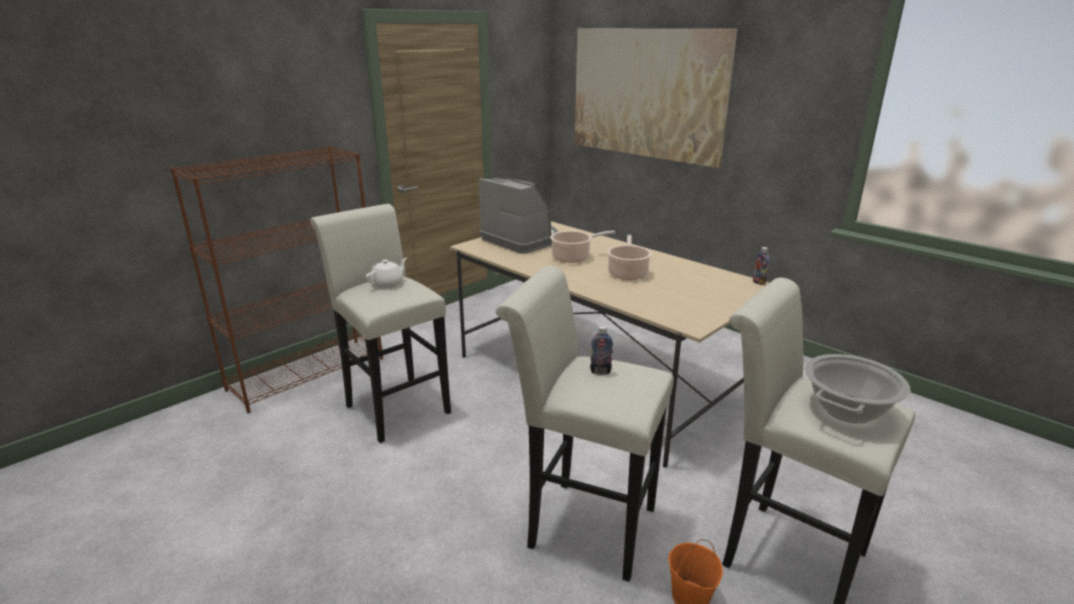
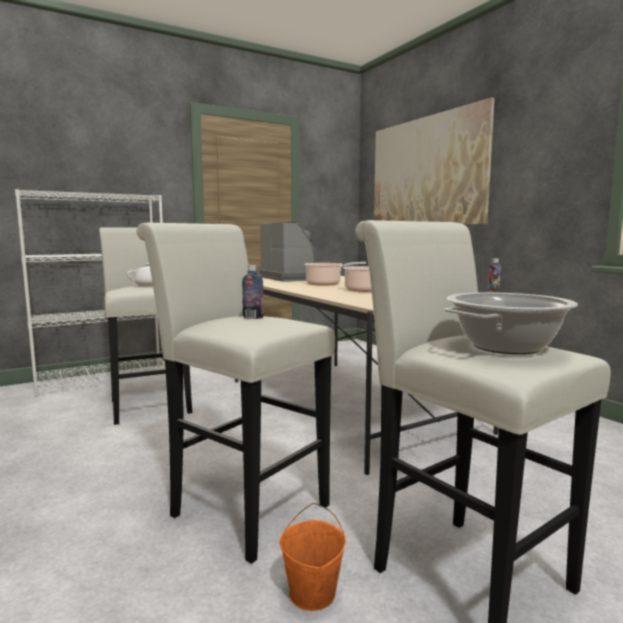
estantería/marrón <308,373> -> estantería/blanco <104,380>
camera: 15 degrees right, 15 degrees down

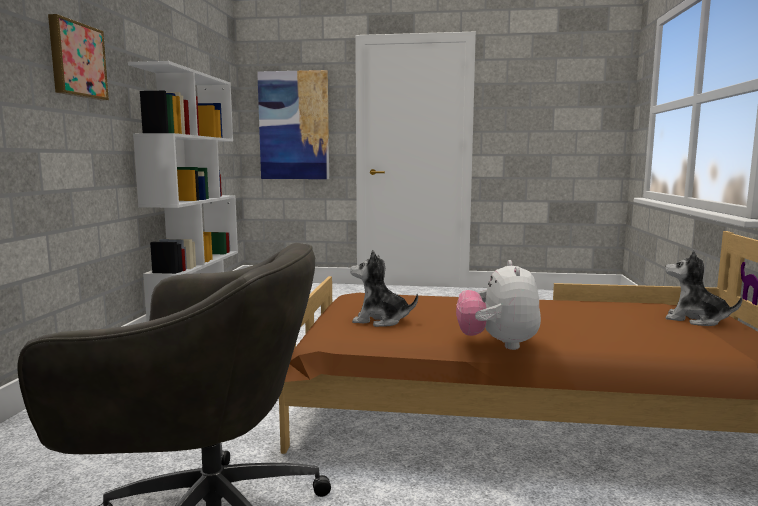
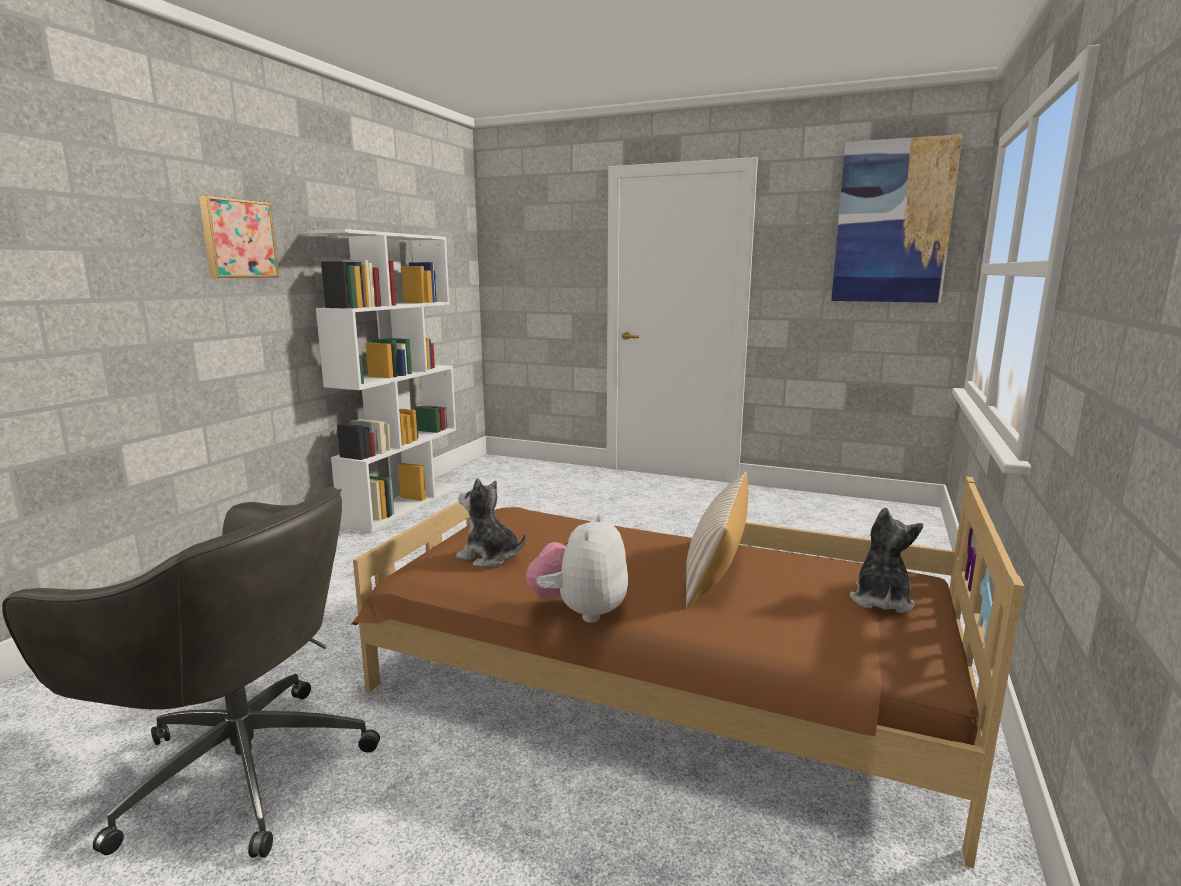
cuadro <294,126> -> cuadro <892,222>, moved
peluche <695,320> -> peluche <880,600>, 60 degrees clockwise
none -> cojín/beis <716,569>
camera: 15 degrees right, 5 degrees up

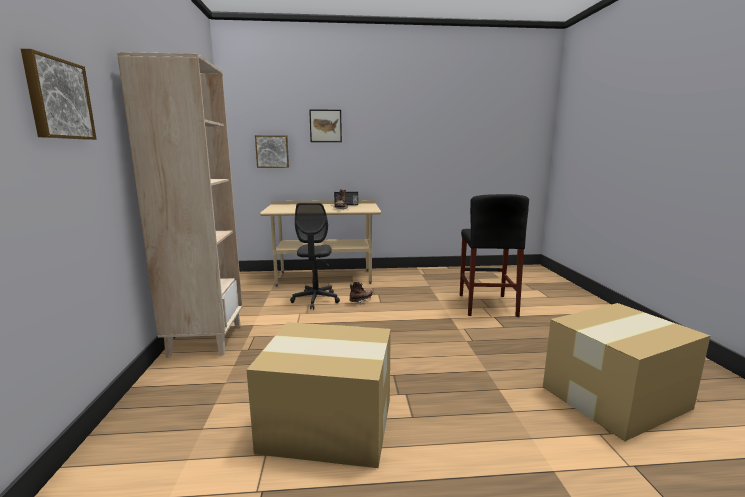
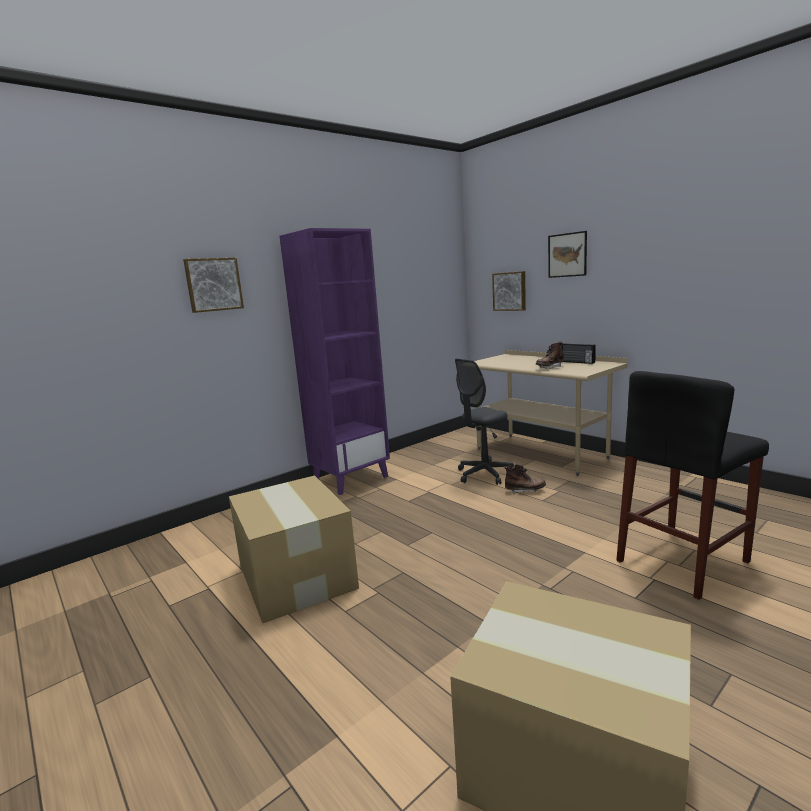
estantería/beis <205,340> -> estantería/morado <351,479>
camera: 55 degrees right, 0 degrees up

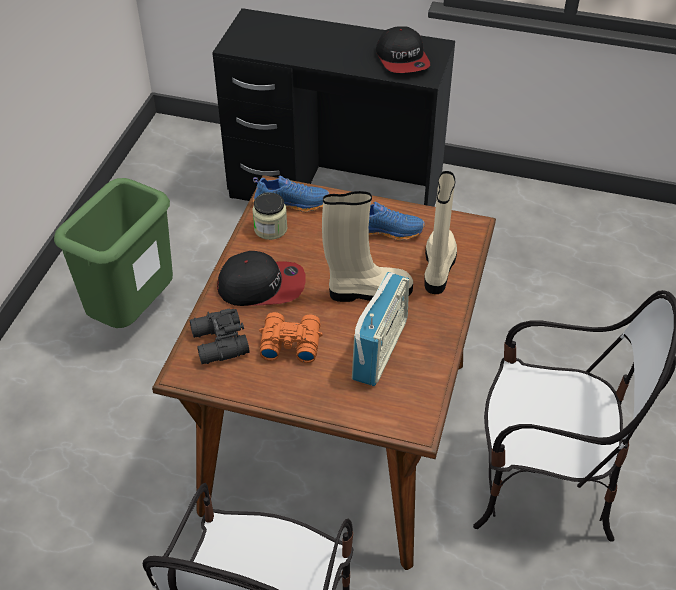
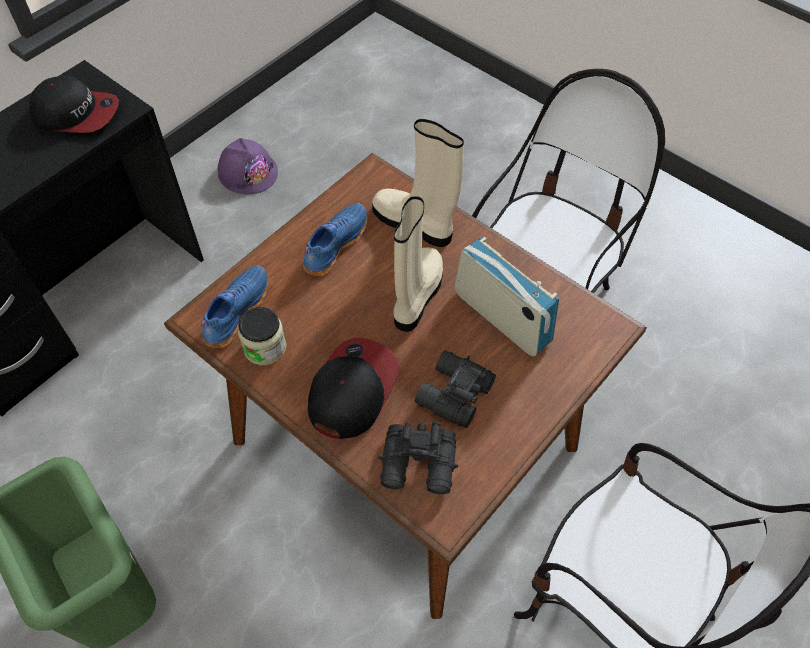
prismáticos/naranja <289,342> -> prismáticos/negro <452,394>
none -> casco/morado <248,172>
camera: 65 degrees left, 10 degrees up

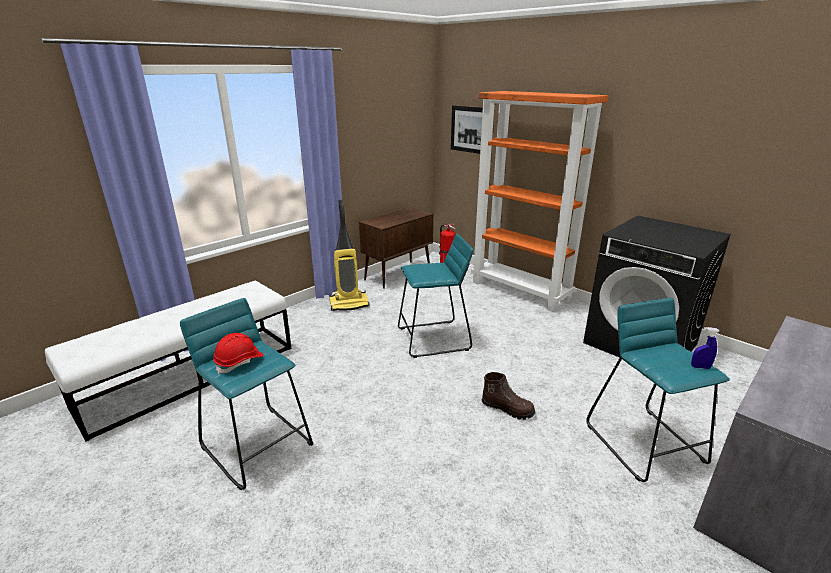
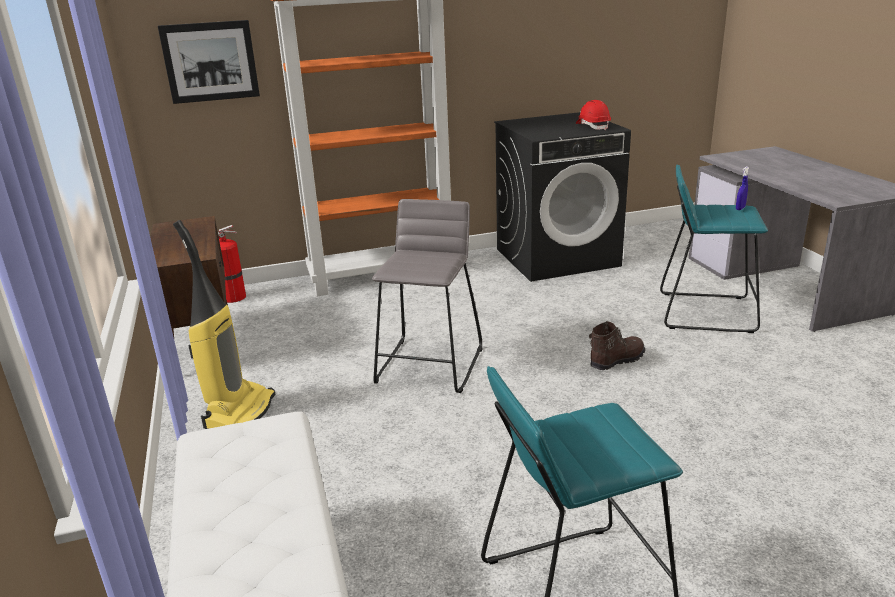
casco/rojo <239,362> -> casco/rojo <593,126>, moved
taburete/turquesa <433,339> -> taburete/gris <430,365>
camera: 60 degrees left, 0 degrees up

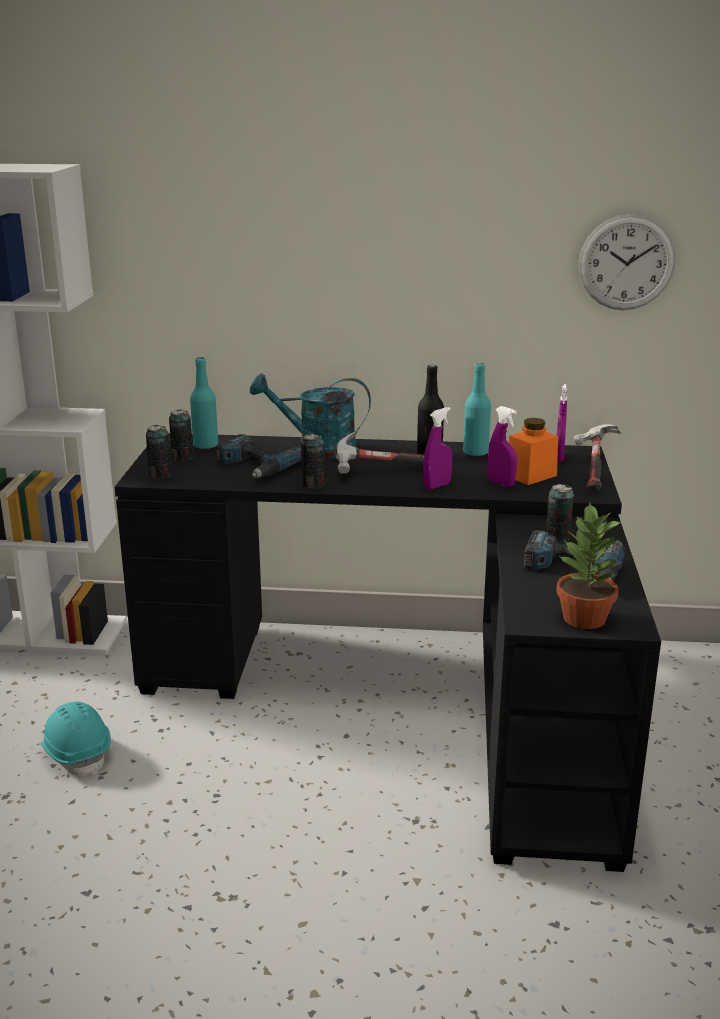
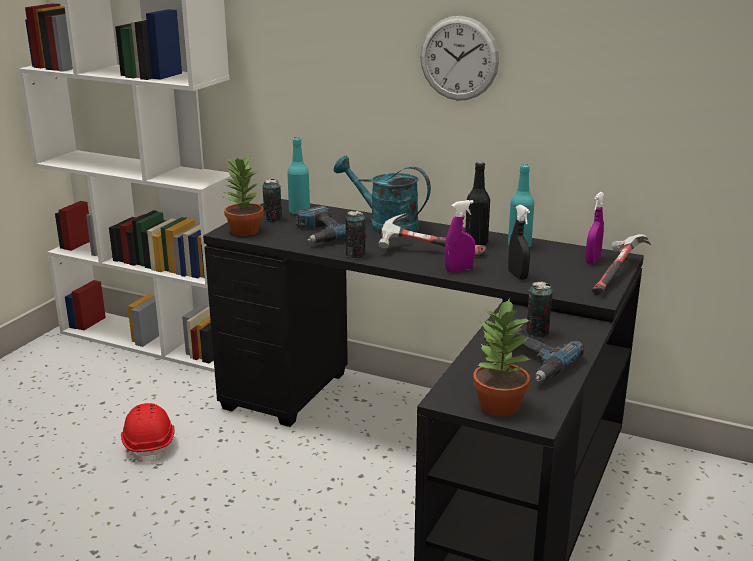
casco/turquesa <77,753> -> casco/rojo <150,445>
lata <160,475> -> planta en maceta <244,231>
pulverizador/morado <501,483> -> pulverizador/negro <517,275>
tarro/naranja <530,475> -> none
reloj de pared <626,262> -> reloj de pared <459,58>, moved
camera: 20 degrees right, 0 degrees up

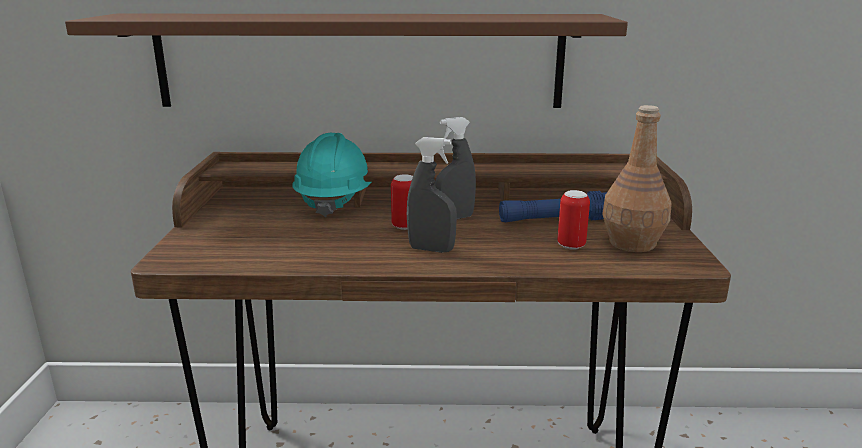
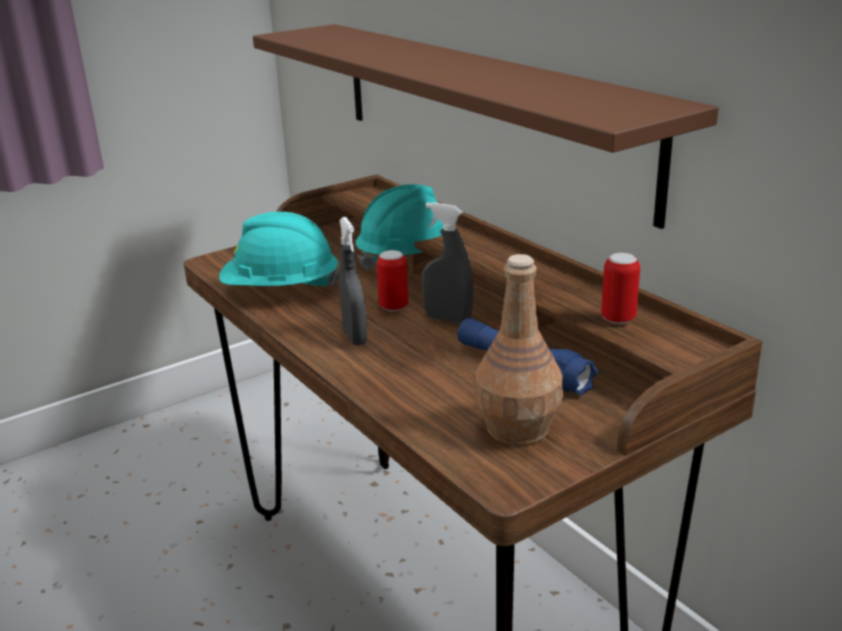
lata <571,245> -> lata <618,319>, moved
none -> casco/turquesa <281,290>
camera: 55 degrees right, 5 degrees up

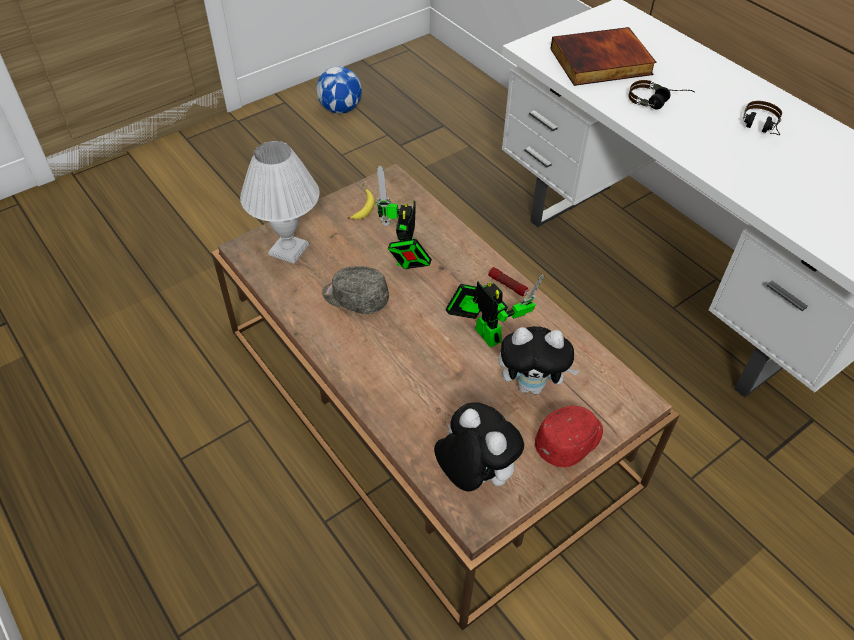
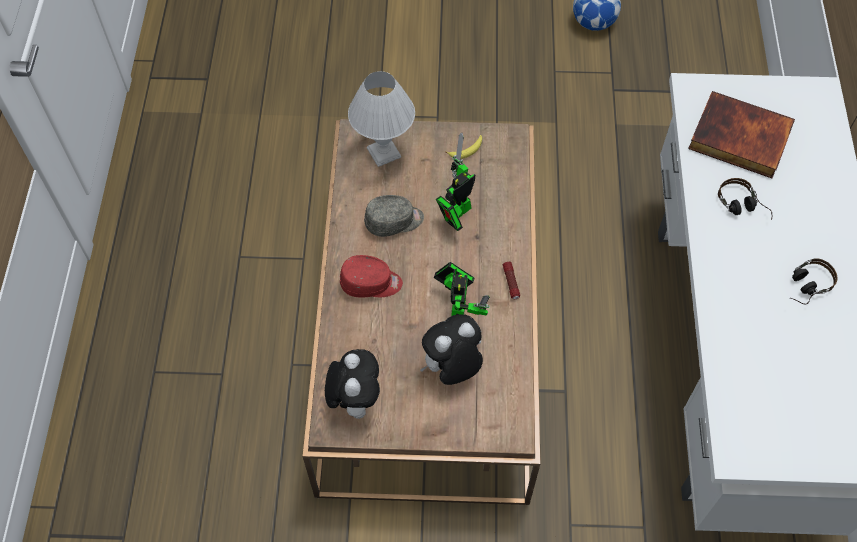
gorra/gris <355,298> -> gorra/gris <394,221>, 105 degrees clockwise
peluche <532,385> -> peluche <452,368>, 105 degrees clockwise
gorra/rojo <570,441> -> gorra/rojo <371,283>, moved
camera: 40 degrees right, 10 degrees up

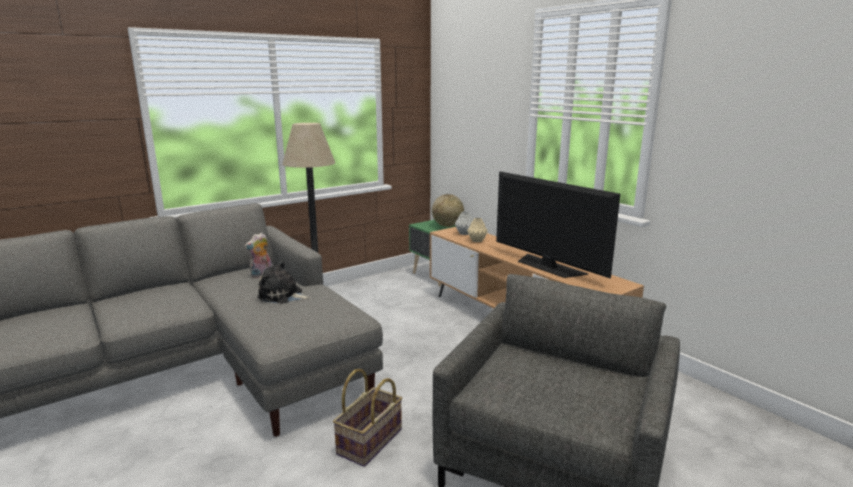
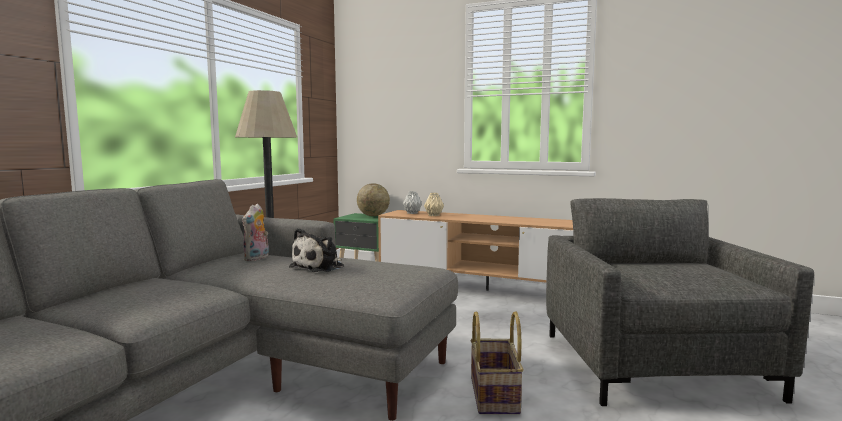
peluche <282,296> -> peluche <320,267>, 45 degrees counterclockwise
televisor <548,266> -> none
camera: 30 degrees left, 10 degrees down

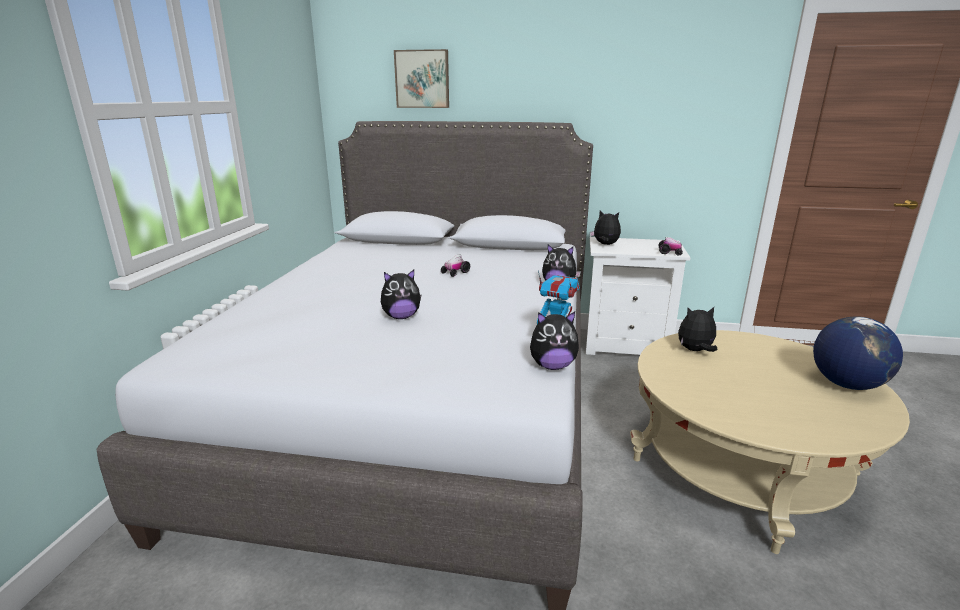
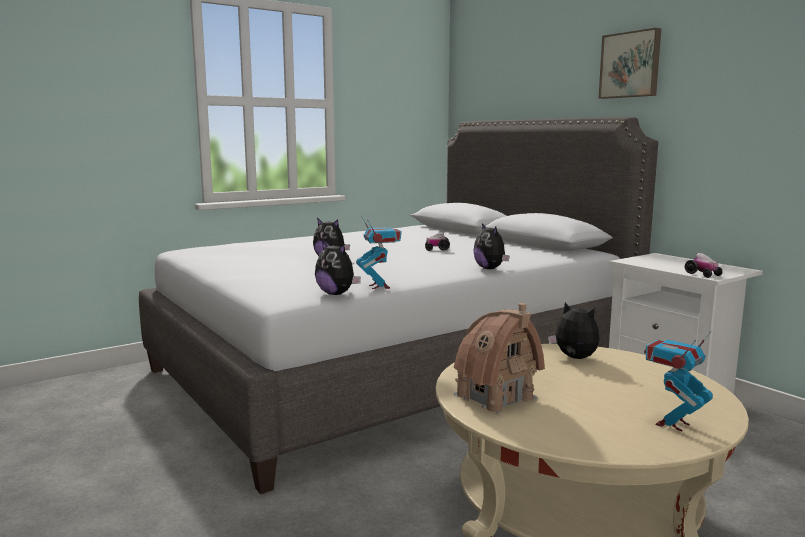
cuadro <422,79> -> cuadro <630,65>, moved
peluche <605,244> -> none
globo terráqueo <846,384> -> robot de juguete <672,424>
none -> casita <495,397>
camera: 45 degrees right, 10 degrees down

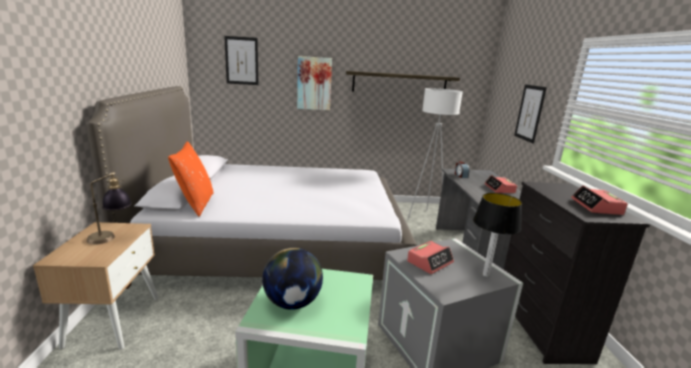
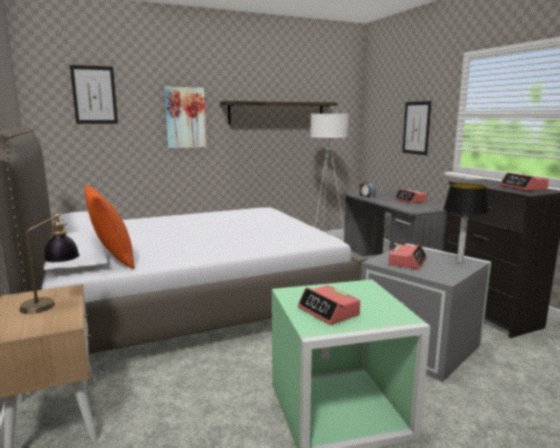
globo terráqueo <292,303> -> despertador <328,311>
camera: 20 degrees left, 5 degrees down

